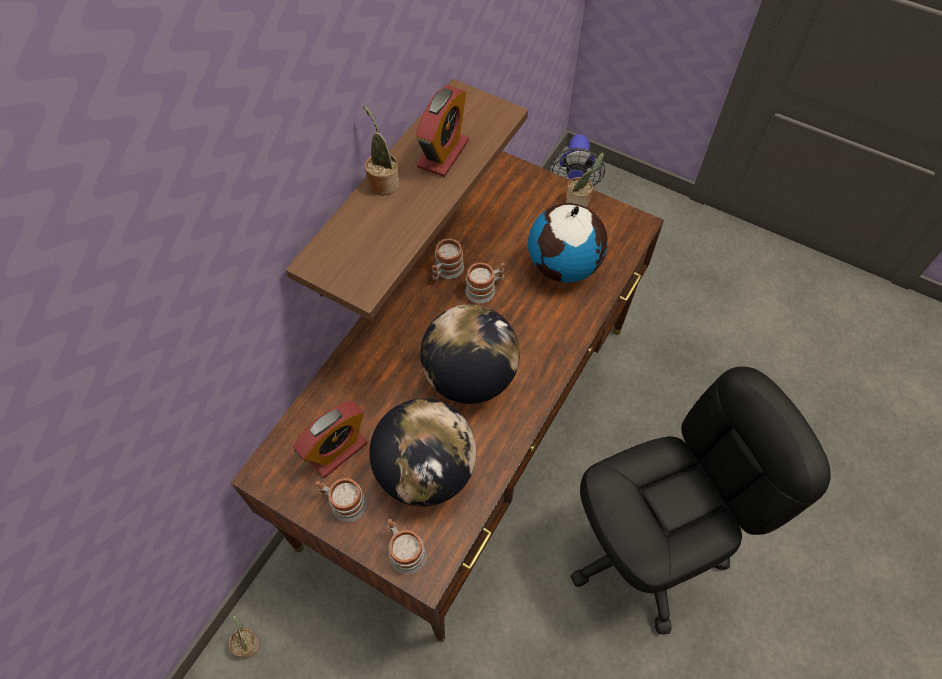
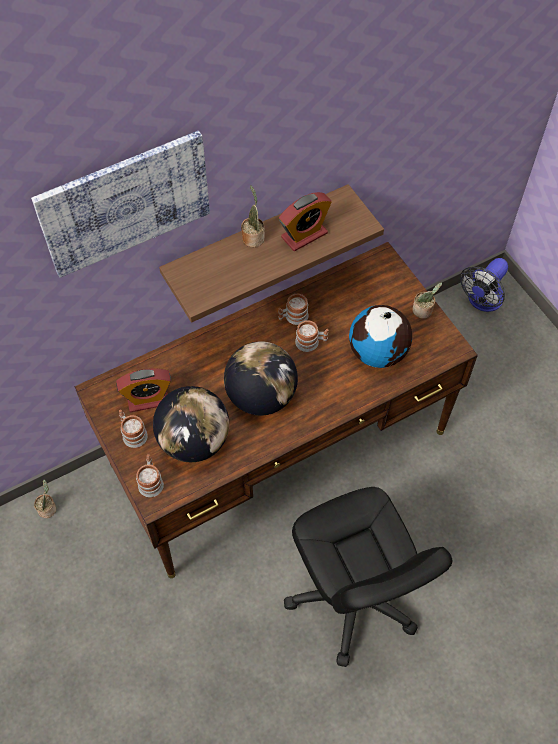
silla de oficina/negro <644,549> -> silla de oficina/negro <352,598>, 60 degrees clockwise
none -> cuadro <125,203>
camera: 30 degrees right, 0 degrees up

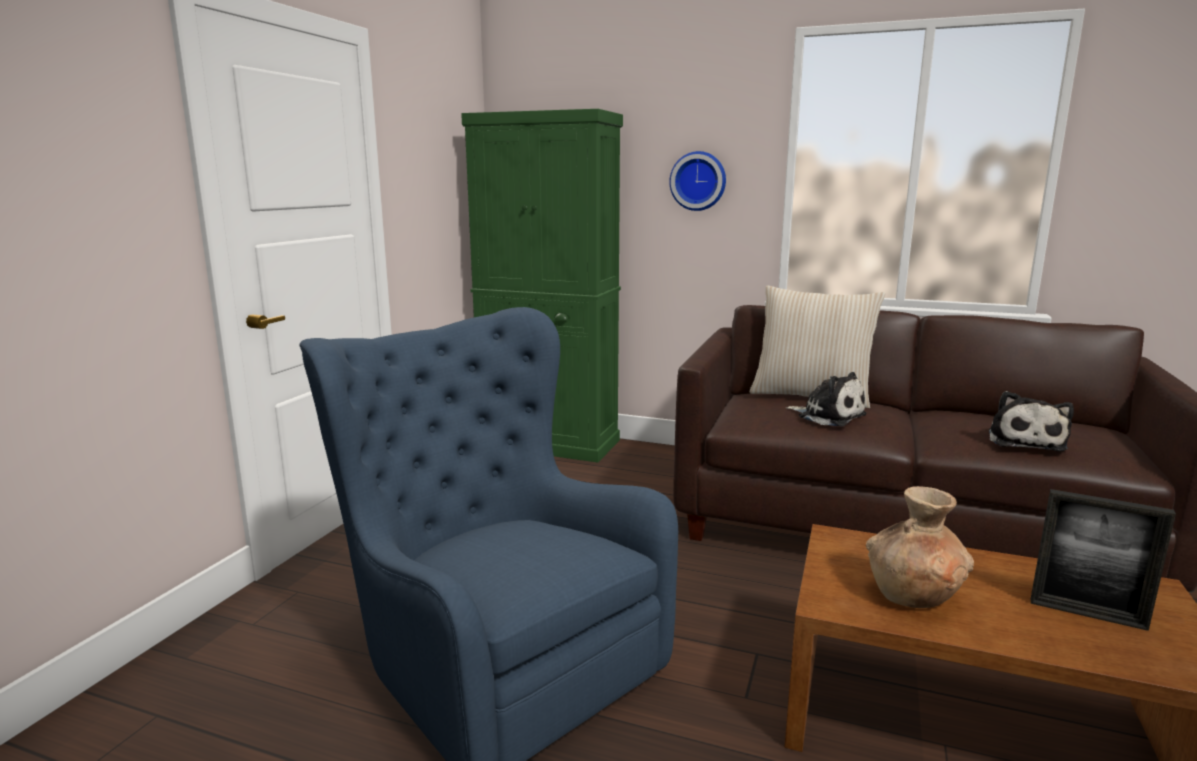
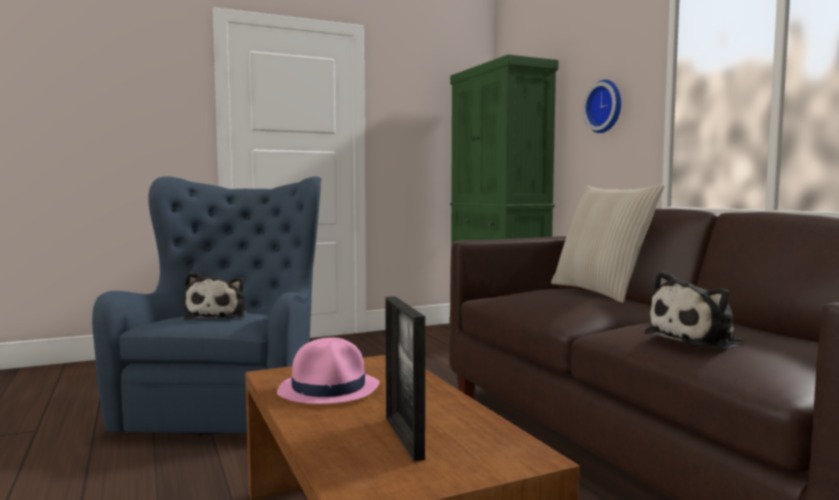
peluche <828,416> -> peluche <218,315>, moved
florero/marrón <914,595> -> sombrero/rosa <329,389>
camera: 45 degrees right, 10 degrees down

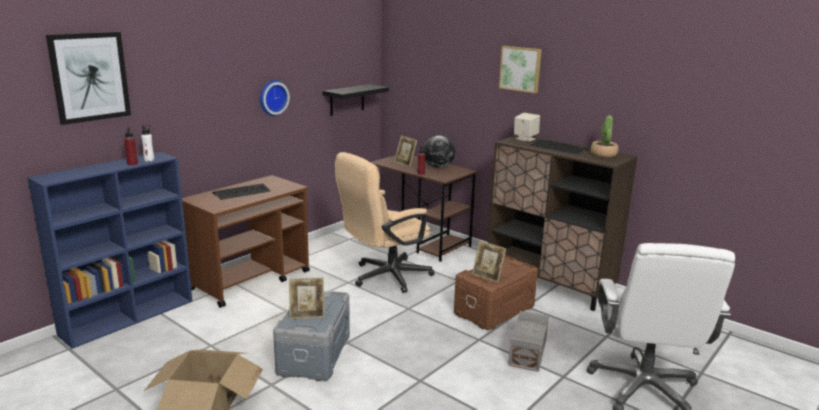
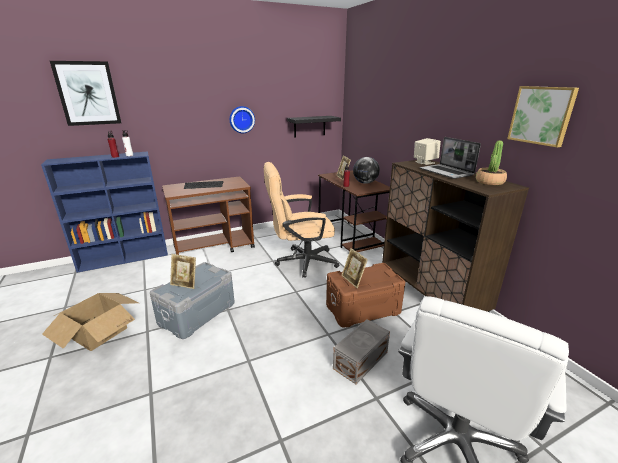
cuadro <521,69> -> cuadro <542,115>, moved
teclado <558,148> -> portátil <447,172>
camera: 25 degrees right, 5 degrees up

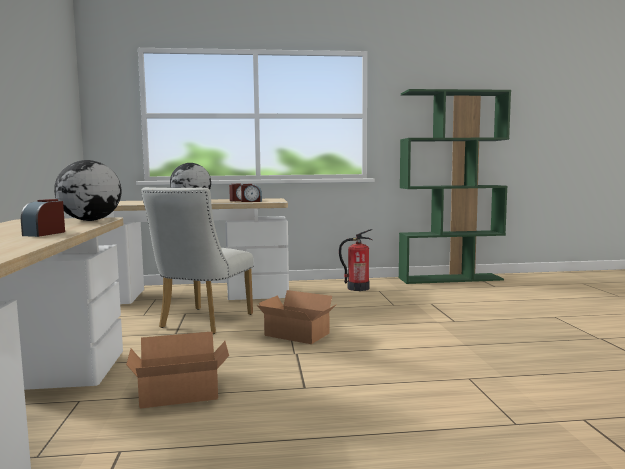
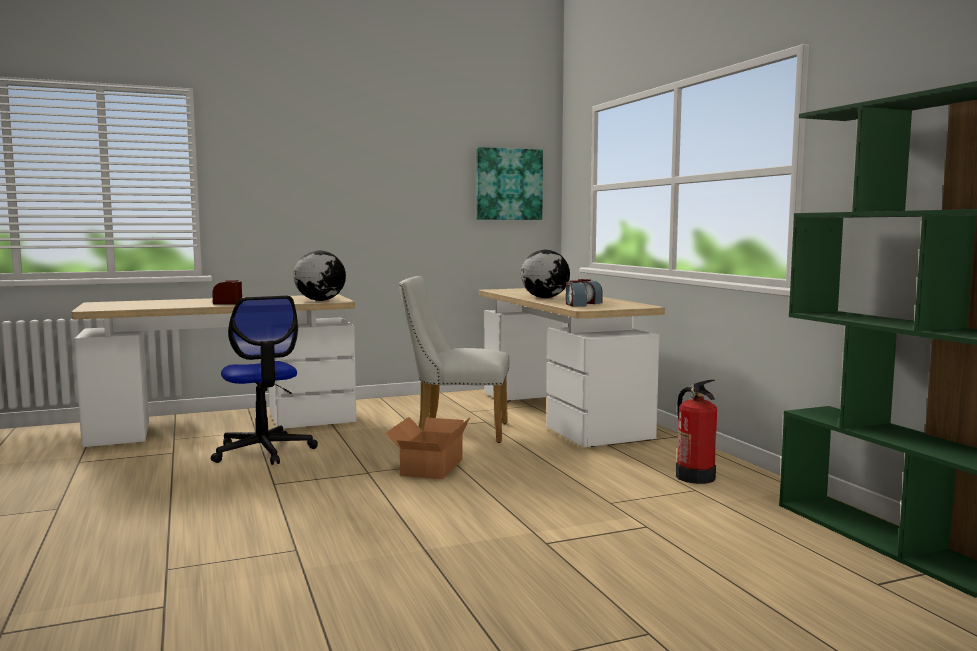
caja de cartón <181,394> -> silla de oficina <263,451>
none -> cuadro <508,184>
camera: 75 degrees right, 0 degrees up

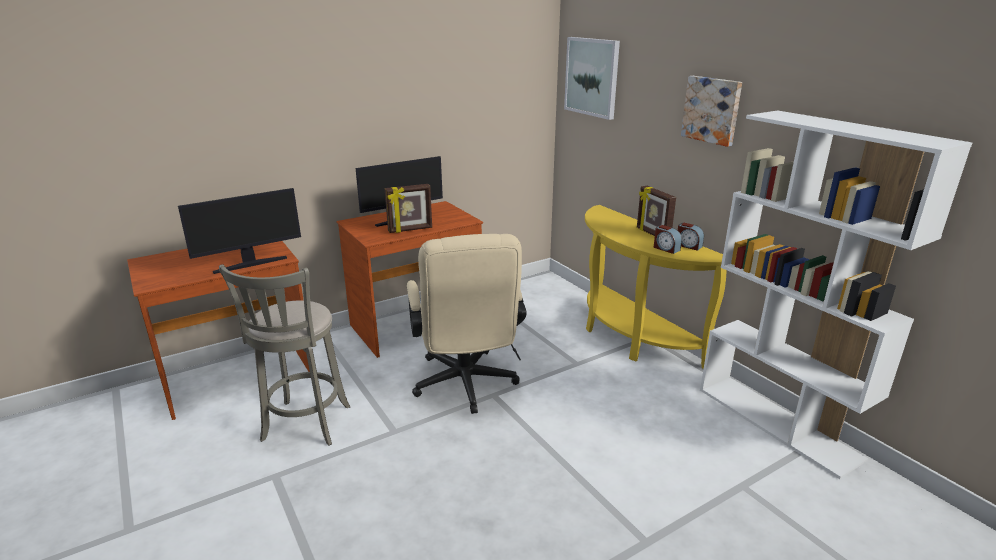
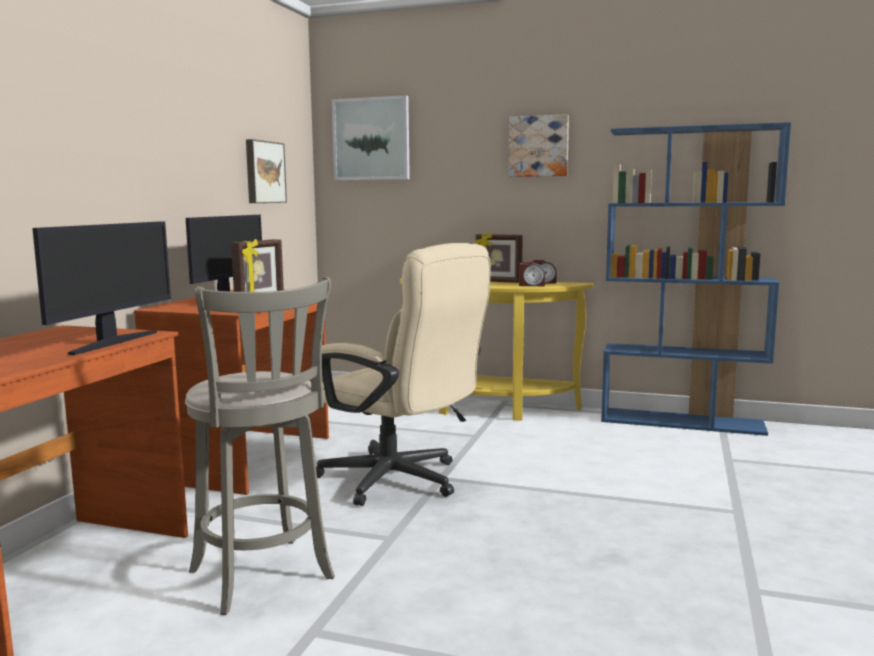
estantería/blanco <778,423> -> estantería/azul <682,422>
none -> cuadro <263,172>
camera: 40 degrees left, 15 degrees down

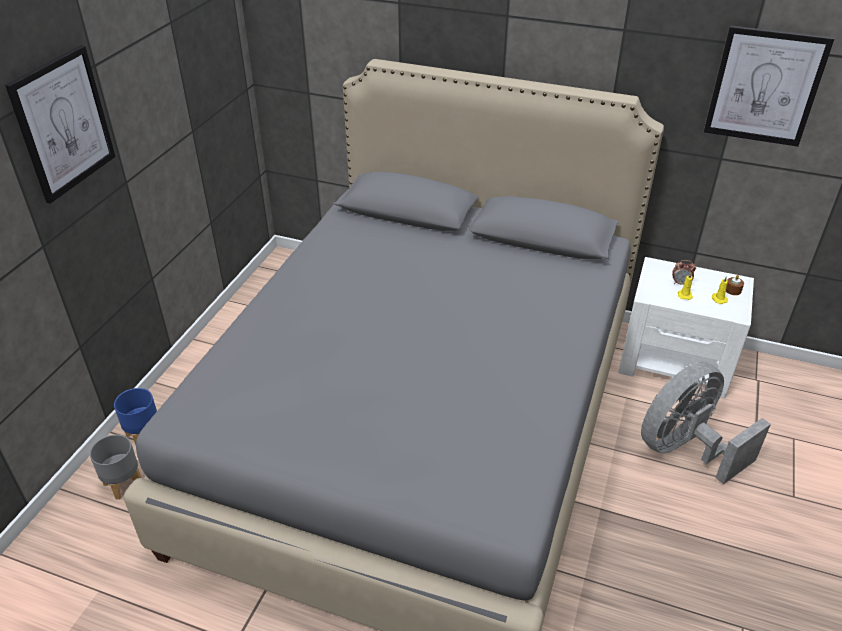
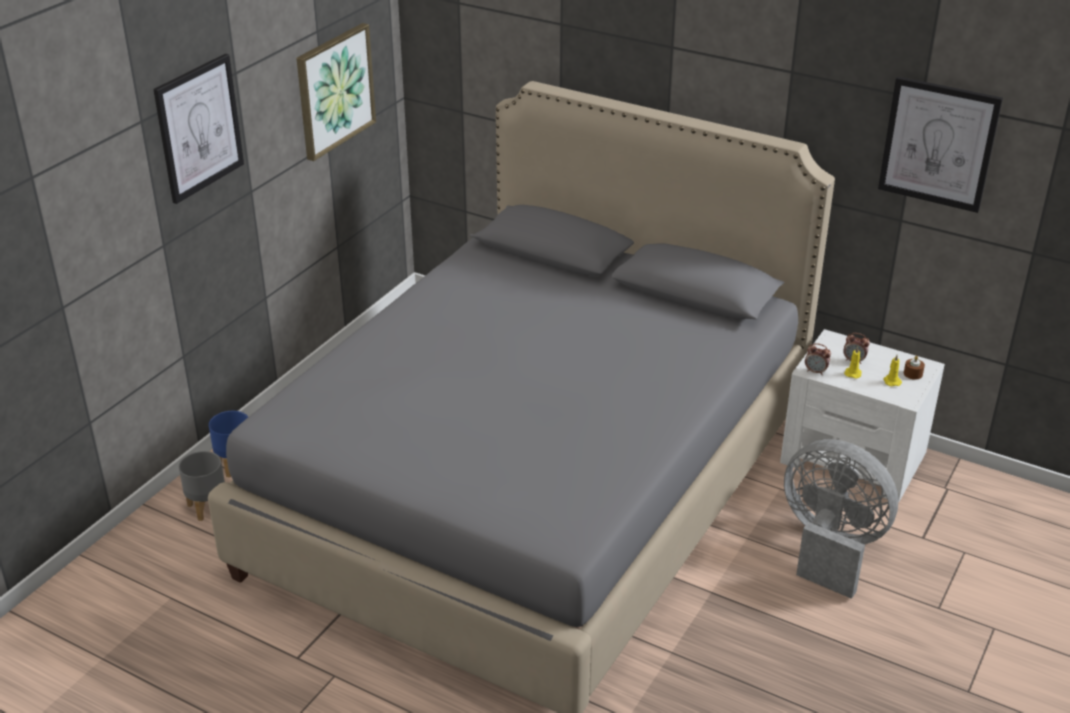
ventilador/gris <685,449> -> ventilador/gris <830,547>, 60 degrees clockwise
none -> cuadro <334,90>
none -> despertador <816,371>
camera: 10 degrees right, 5 degrees down

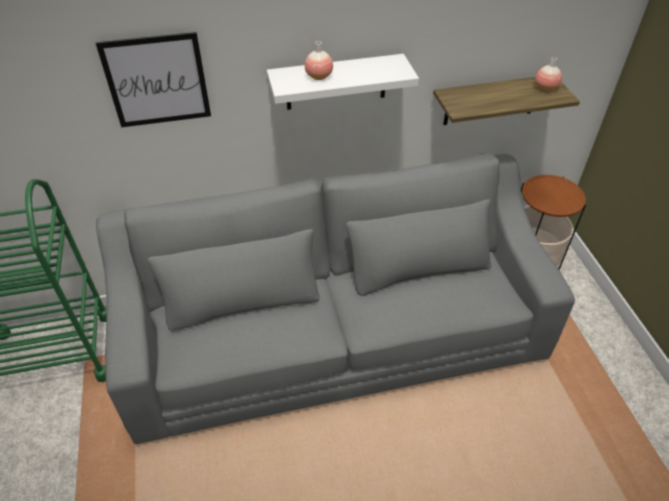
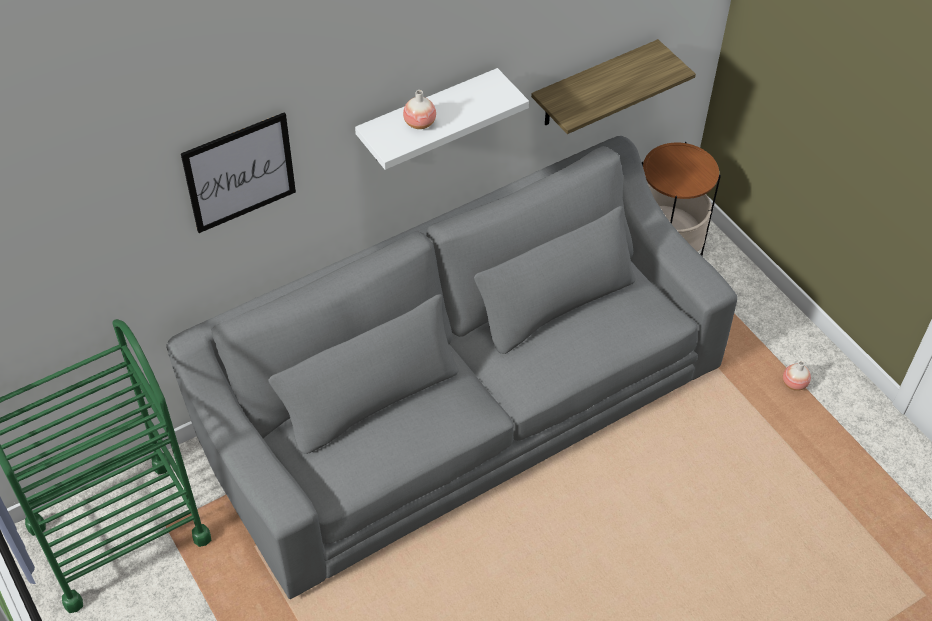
florero <545,88> -> florero <794,384>, moved
camera: 20 degrees left, 5 degrees up

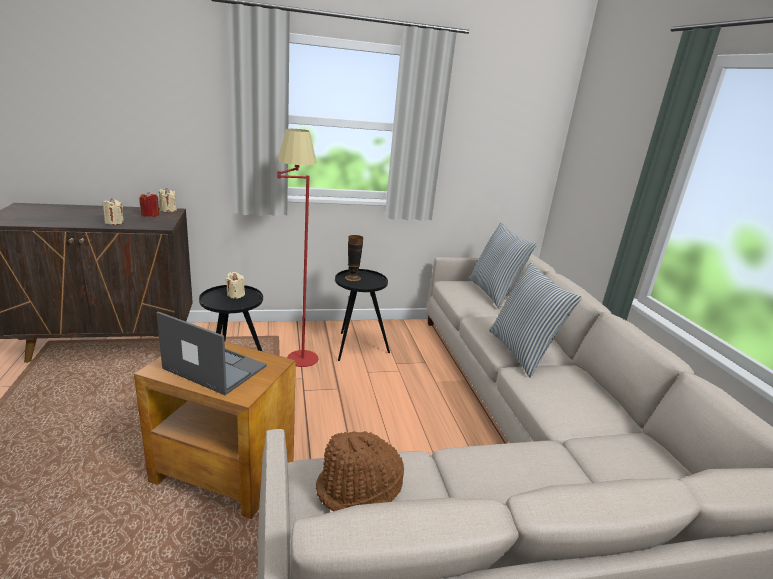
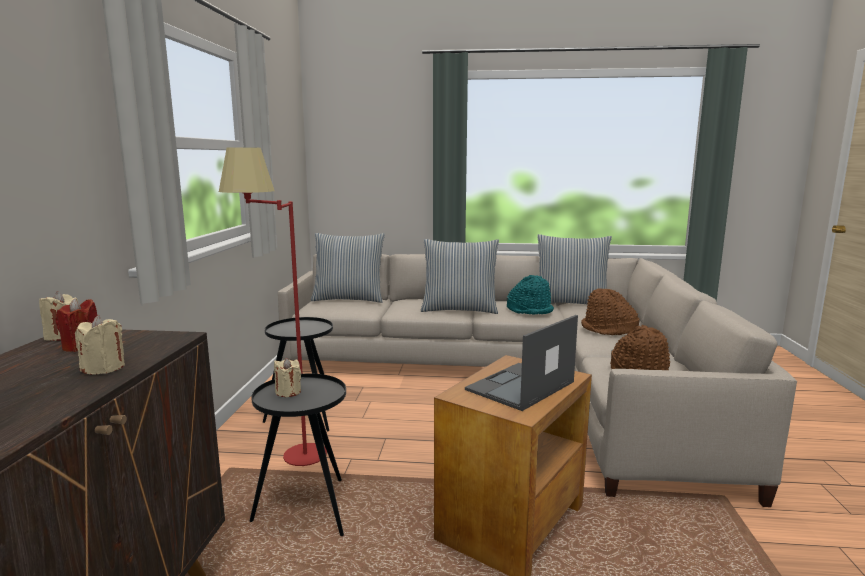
florero <353,278> -> none
none -> sombrero/turquesa <530,310>
none -> cojín <570,303>
none -> sombrero/marrón <609,330>
camera: 70 degrees left, 10 degrees down

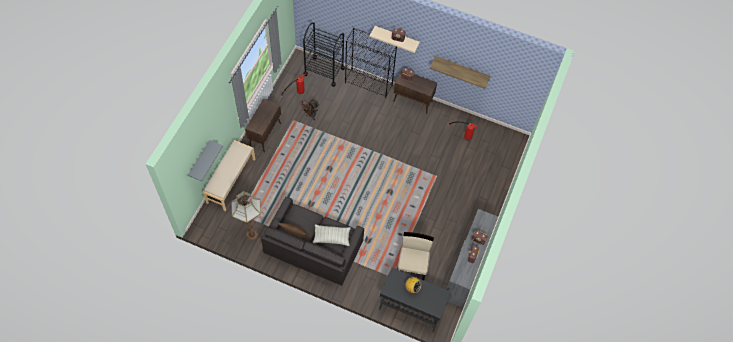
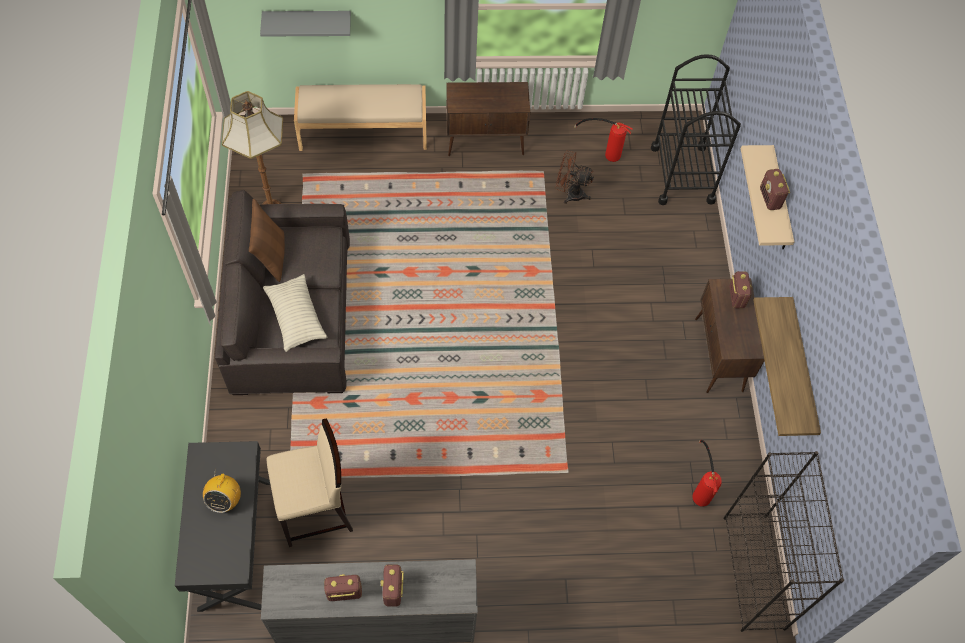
estantería/negro <369,84> -> estantería/negro <754,573>, moved
camera: 65 degrees right, 0 degrees up

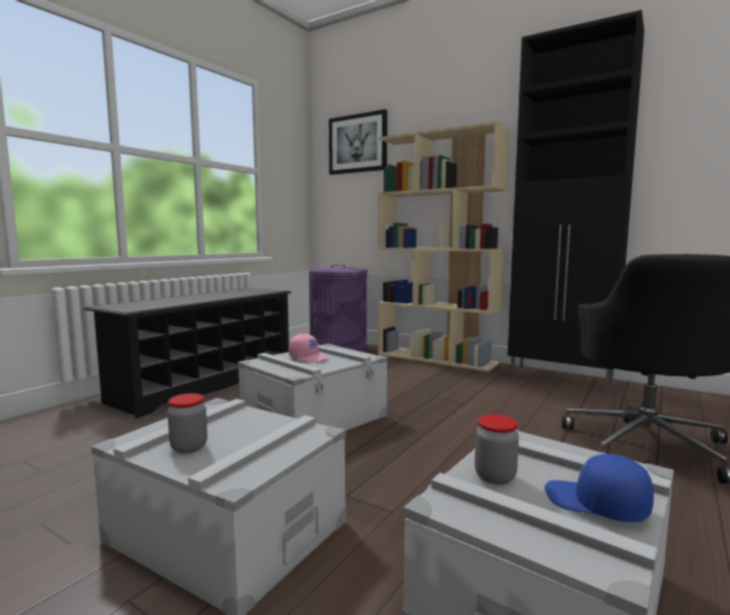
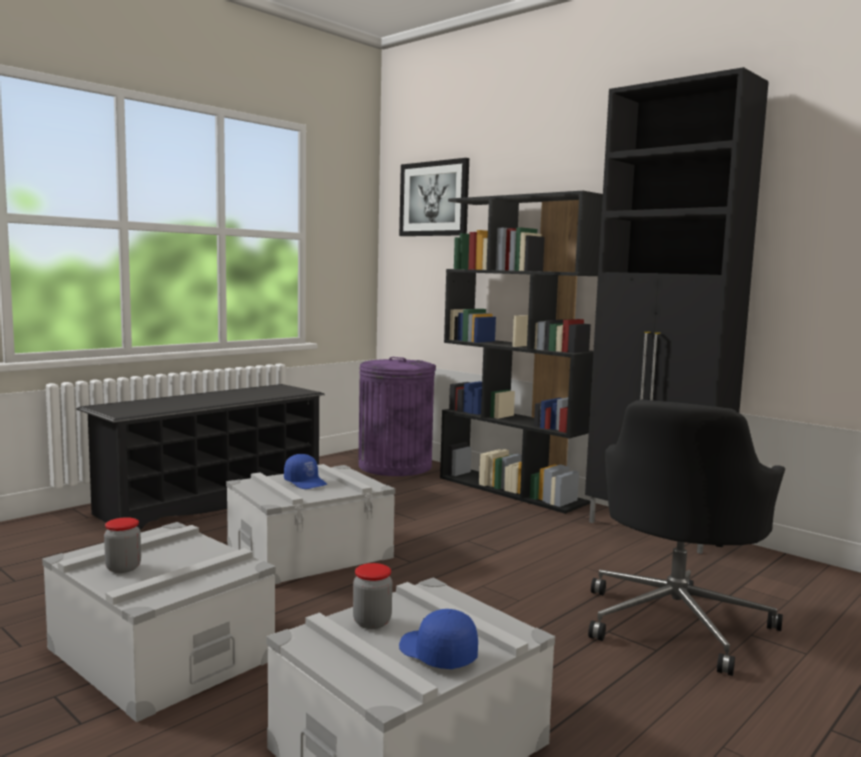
gorra/rosa <309,358> -> gorra/azul <306,482>
estantería/beis <437,359> -> estantería/negro <512,490>
camera: 10 degrees right, 0 degrees up

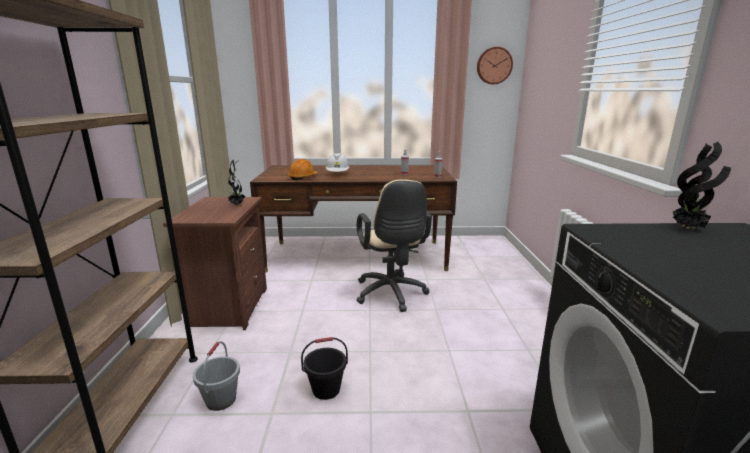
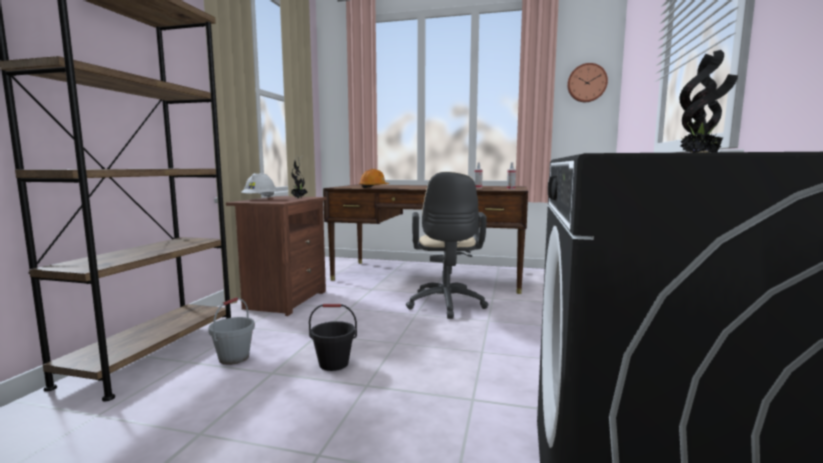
casco/blanco <337,174> -> casco/blanco <260,199>, moved
camera: 15 degrees right, 10 degrees down

